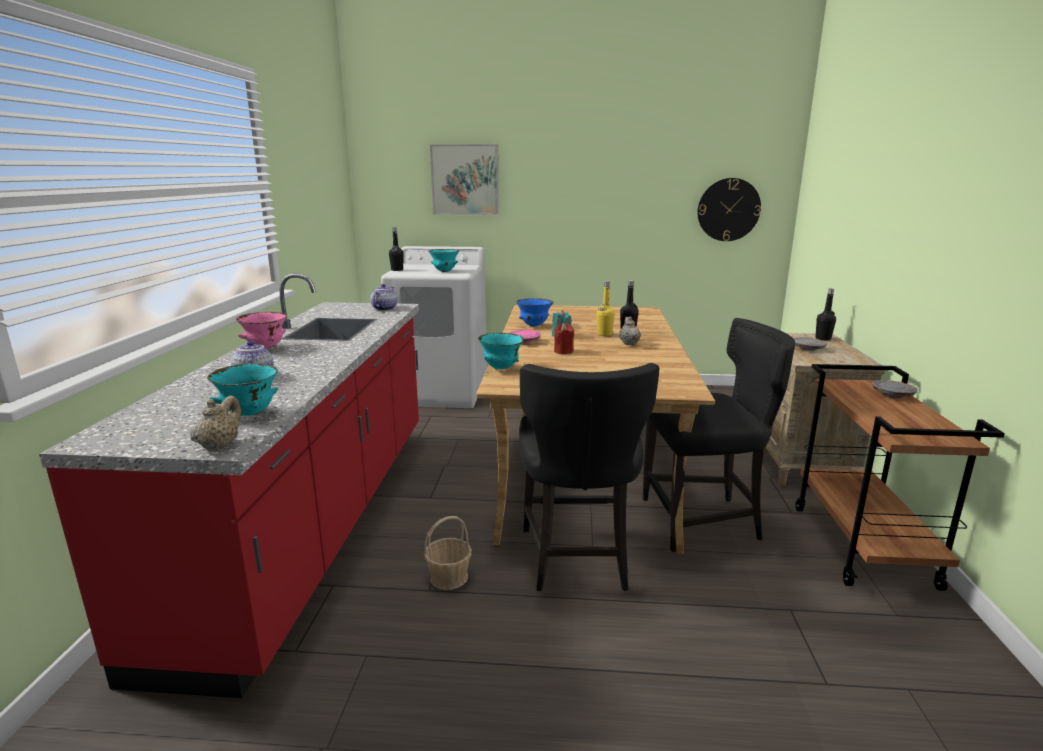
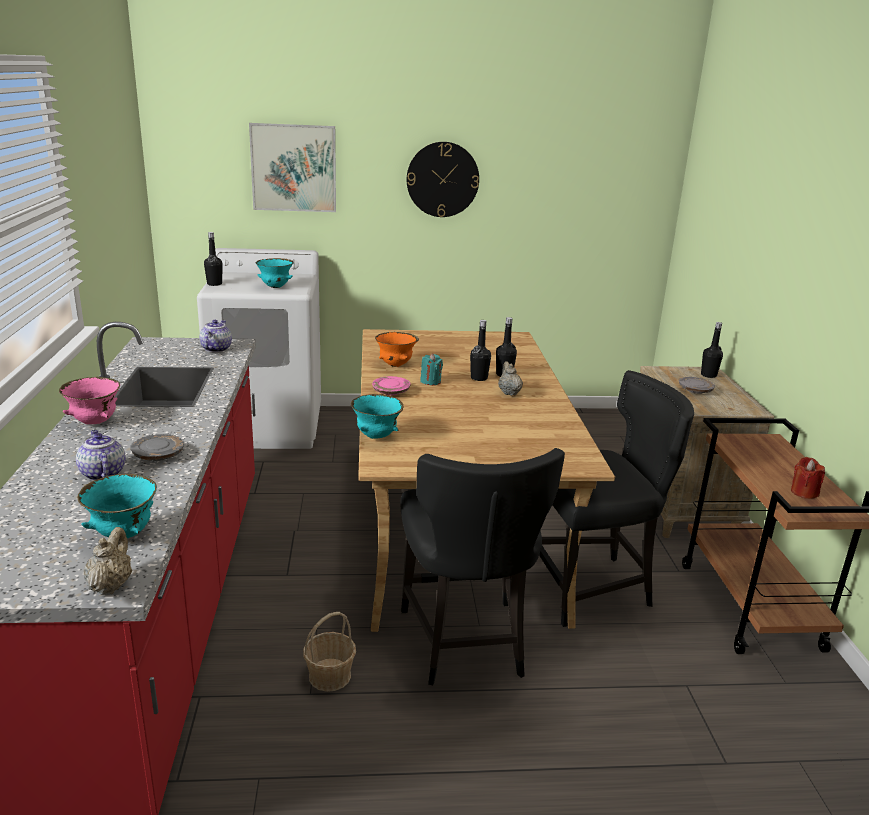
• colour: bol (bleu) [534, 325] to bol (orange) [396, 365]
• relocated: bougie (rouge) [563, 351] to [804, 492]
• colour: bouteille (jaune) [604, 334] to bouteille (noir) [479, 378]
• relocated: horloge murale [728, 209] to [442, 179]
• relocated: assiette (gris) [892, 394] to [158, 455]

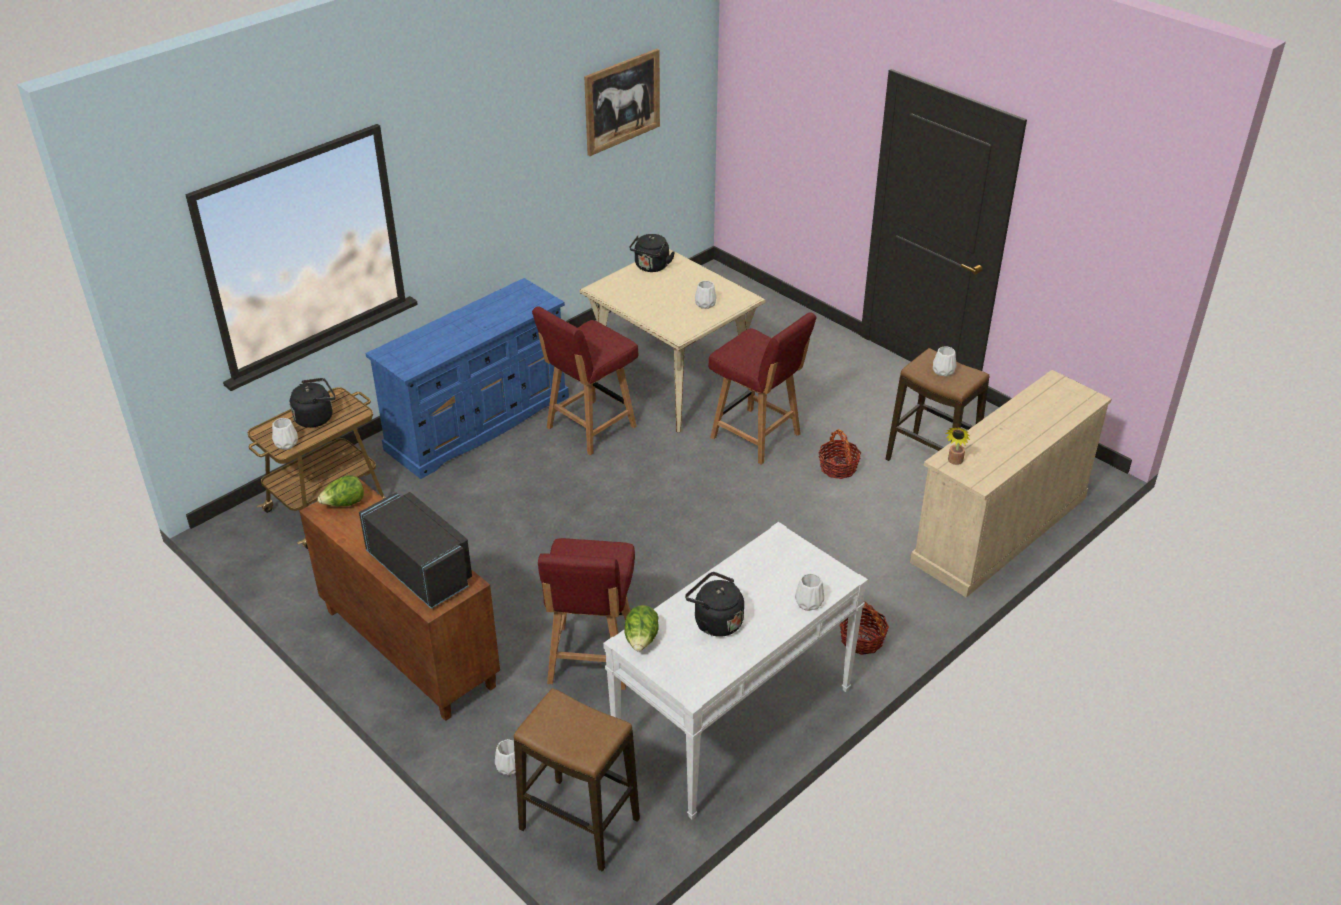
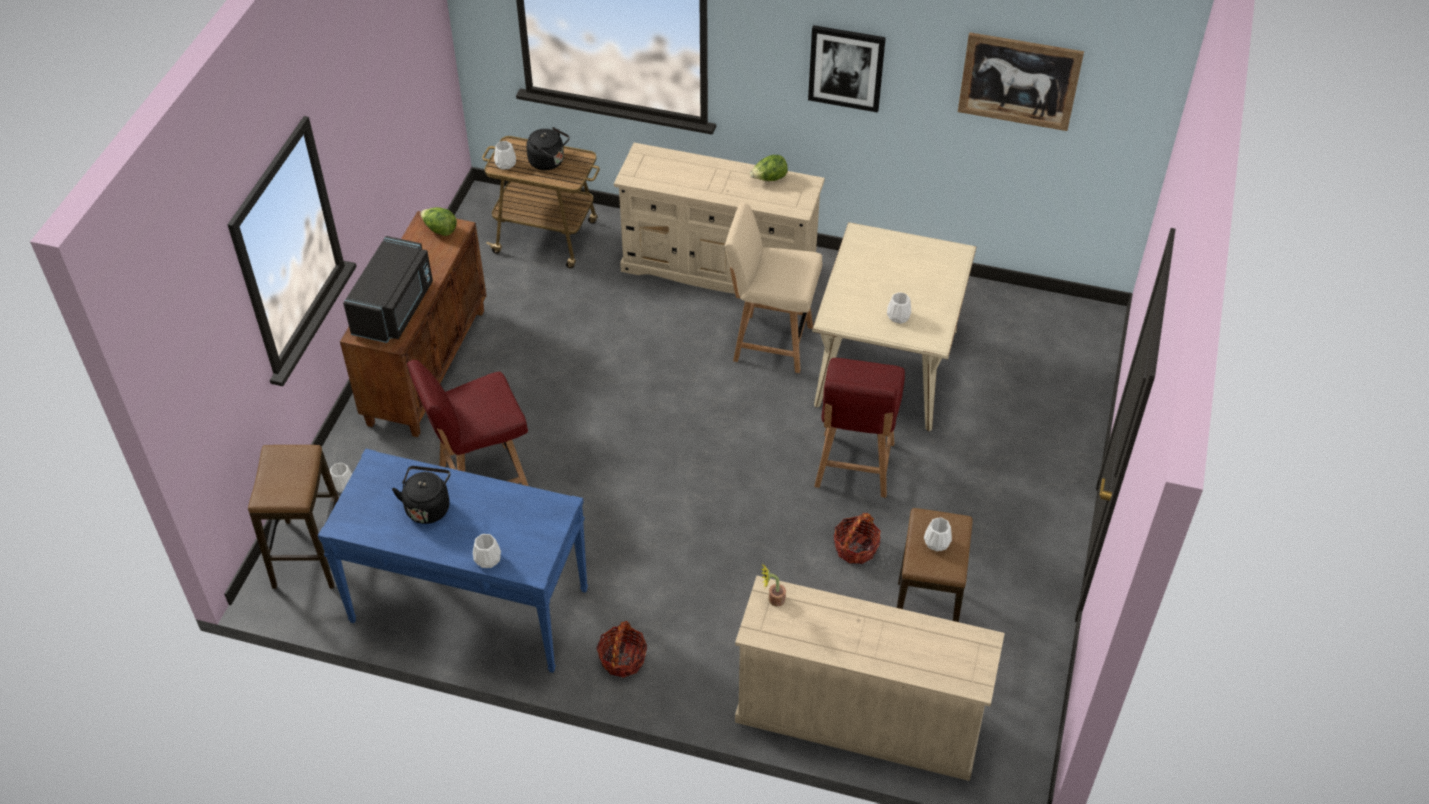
• colour: commode (bleu) [479, 422] to commode (beige) [720, 268]
• colour: chaise (rouge) [589, 428] to chaise (beige) [770, 342]
• colour: table console (blanc) [733, 721] to table console (bleu) [468, 606]
• relocated: laitue [641, 640] to [769, 179]
• missing: bouilloire (noir) [651, 267]
• appeared: tableau [846, 67]

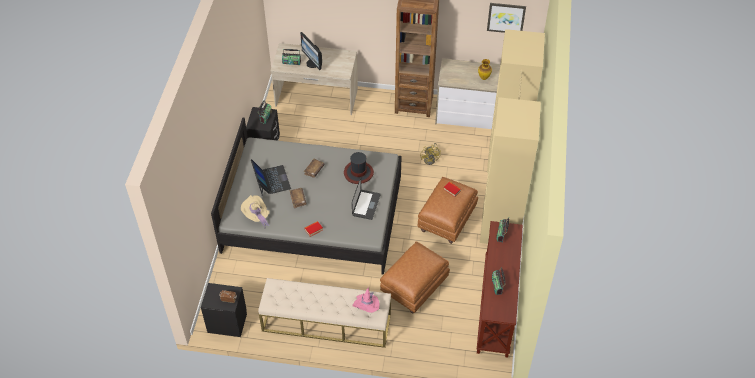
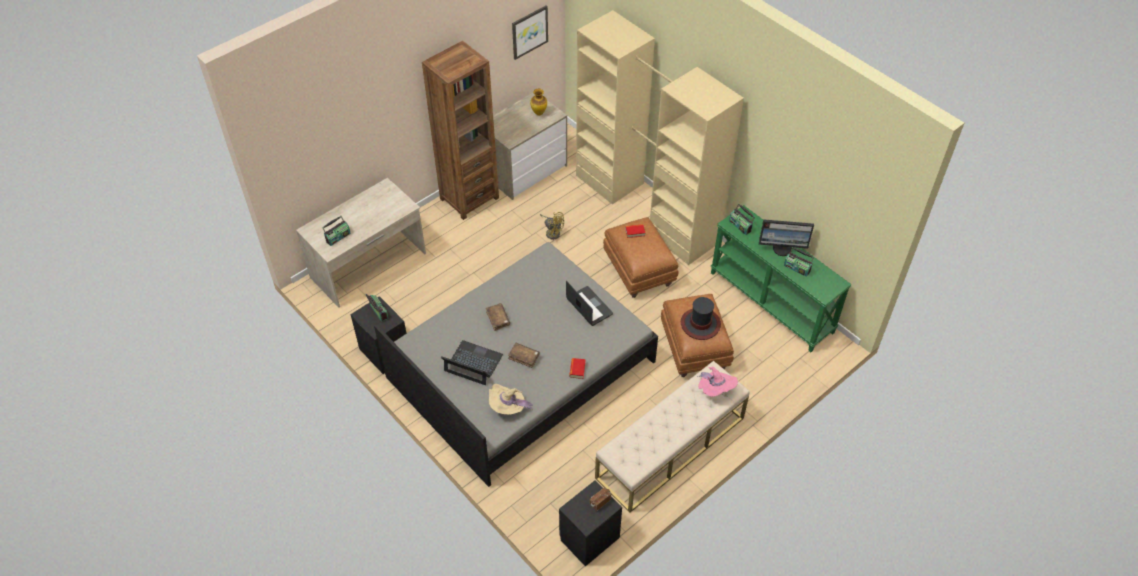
• relocated: écran d'ordinateur [313, 63] to [782, 248]
• relocated: chapeau [358, 173] to [700, 324]
• colour: table console (marron) [497, 306] to table console (vert) [772, 302]

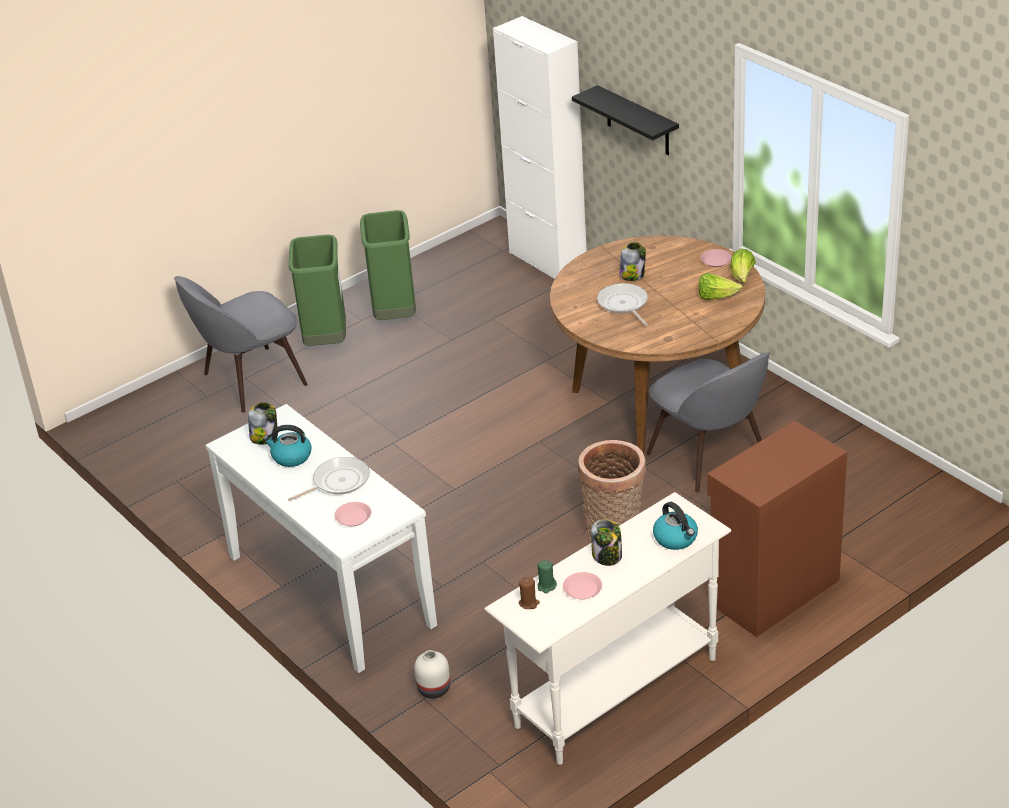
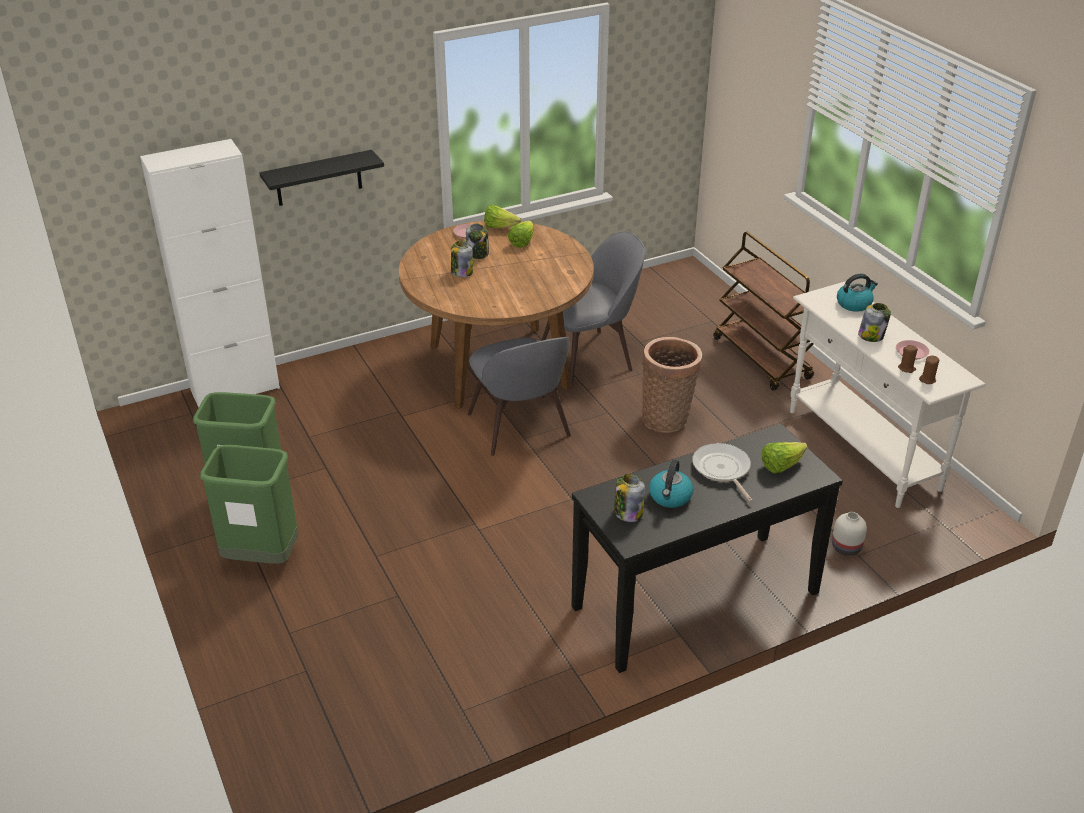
• relocated: chaise (gris) [250, 381] to [520, 427]
• colour: table console (blanc) [329, 591] to table console (noir) [696, 600]
• exchanged: assiette (rose) [353, 517] to laitue [781, 466]
• colour: bougie (vert) [546, 586] to bougie (marron) [906, 368]
• missing: poêle [623, 304]
• exchanged: meuble de rangement (marron) [772, 591] to chariot (marron) [762, 359]
• appeared: bocal [478, 253]

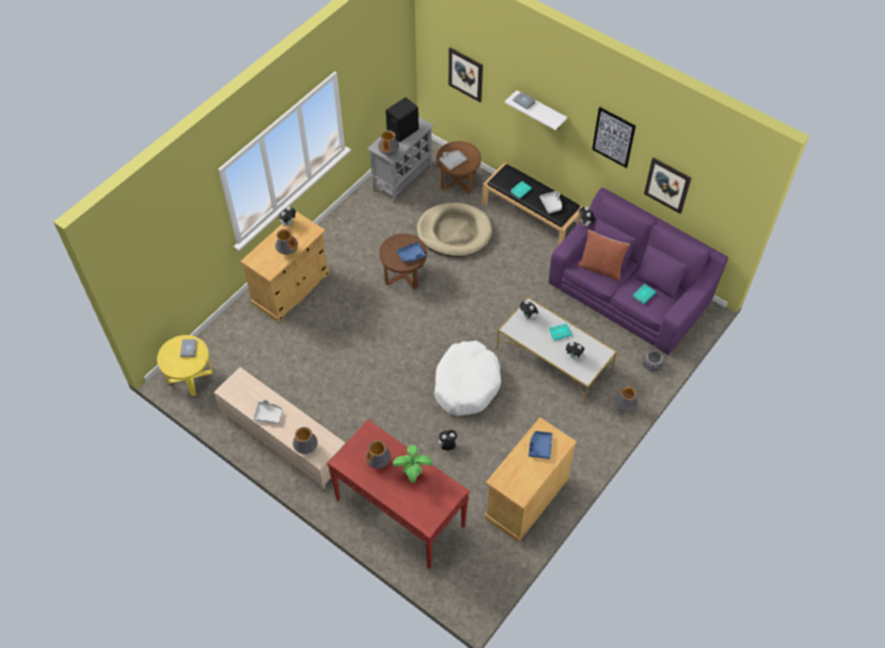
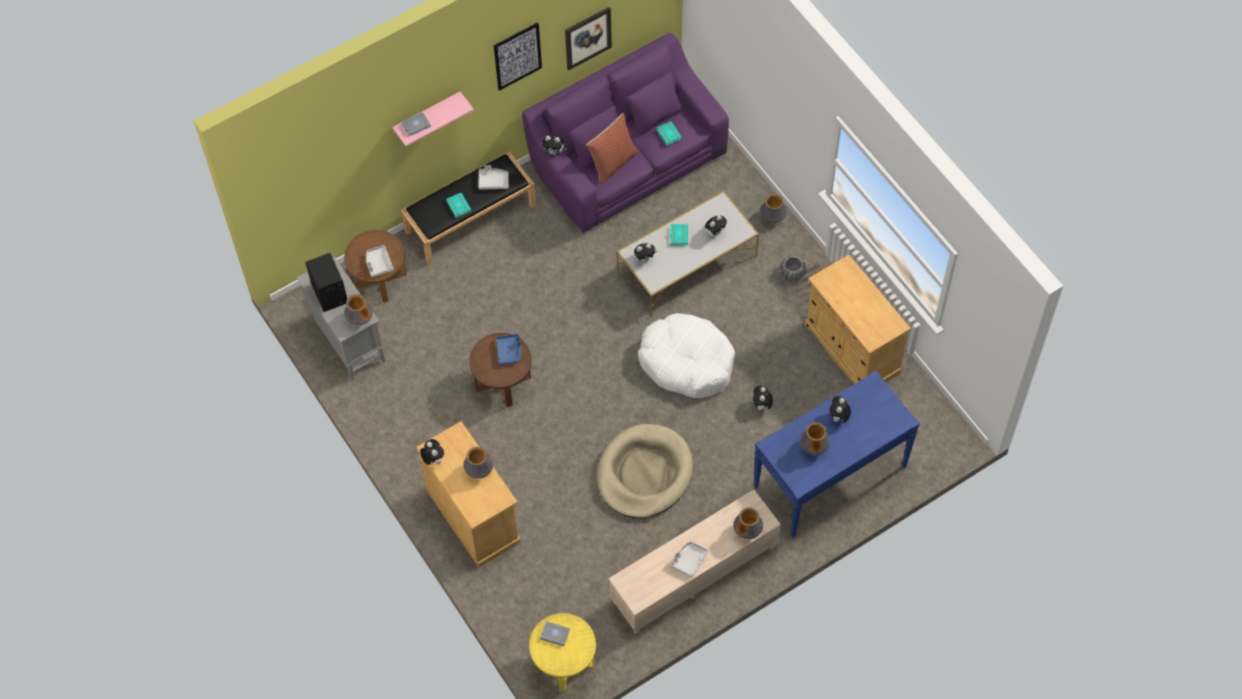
• colour: table console (rouge) [399, 513] to table console (bleu) [829, 477]
• exchanged: plante en pot [413, 473] to peluche [838, 417]
• relocated: panier pour chien (beige) [454, 232] to [644, 473]
• missing: tableau [466, 74]
• colour: étagère (blanc) [541, 110] to étagère (rose) [427, 116]
• missing: plateau (bleu) [540, 447]
• relocated: cache-pot (gris) [652, 365] to [792, 273]

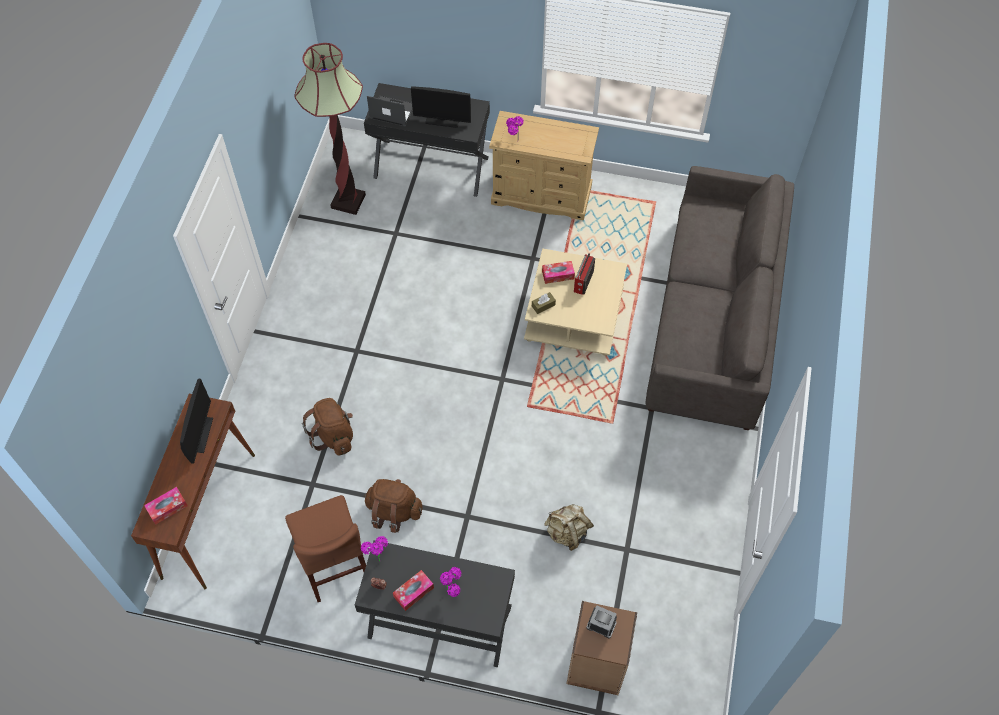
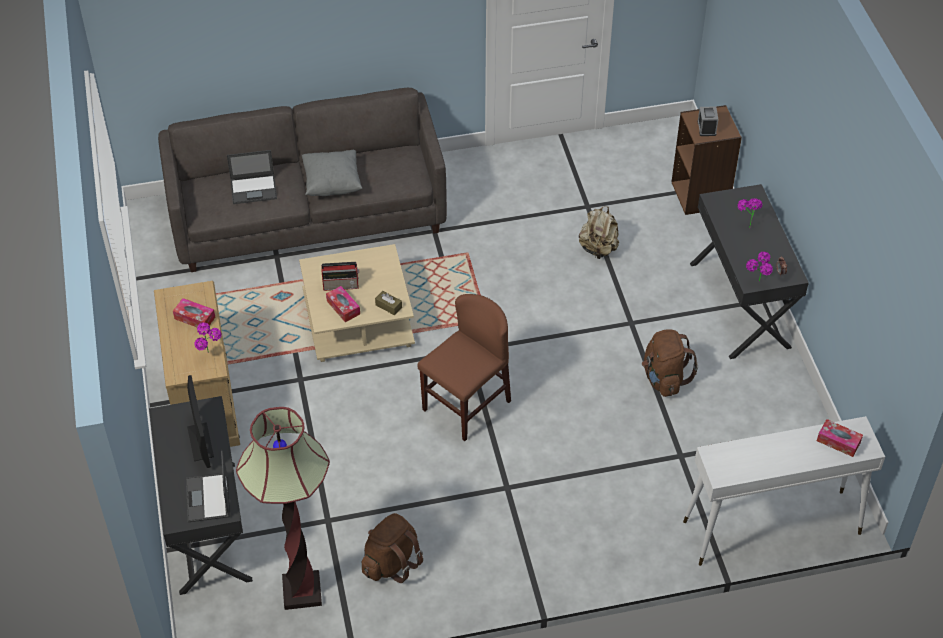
• colour: table console (marron) [209, 514] to table console (blanc) [771, 527]
• missing: écran d'ordinateur [199, 434]
• relocated: chaise (marron) [334, 563] to [466, 405]
• relocated: sac à dos (marron) [333, 435] to [391, 563]
• relocated: boîte à mouchoirs [413, 592] to [194, 318]
• appeared: ordinateur portable [254, 189]
• appeared: coussin (gris) [332, 184]

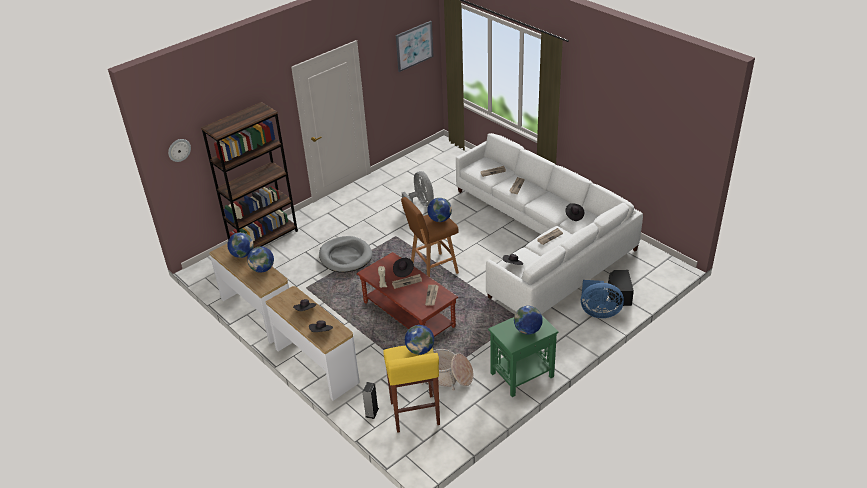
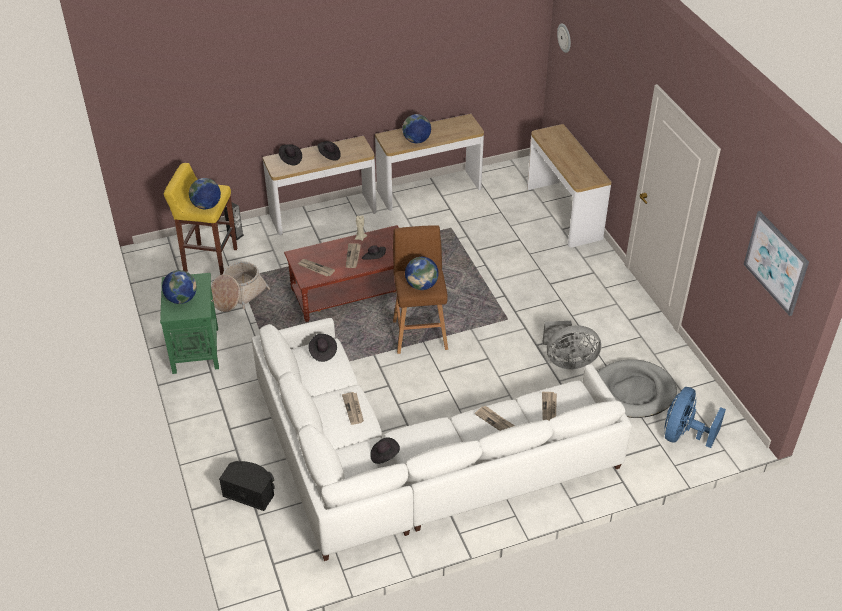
• exchanged: bibliothèque (marron) [264, 239] to table console [563, 213]
• missing: globe [242, 254]
• relocated: panier pour chien (gris) [345, 256] to [634, 391]
• relocated: ventilateur (bleu) [598, 312] to [683, 434]

